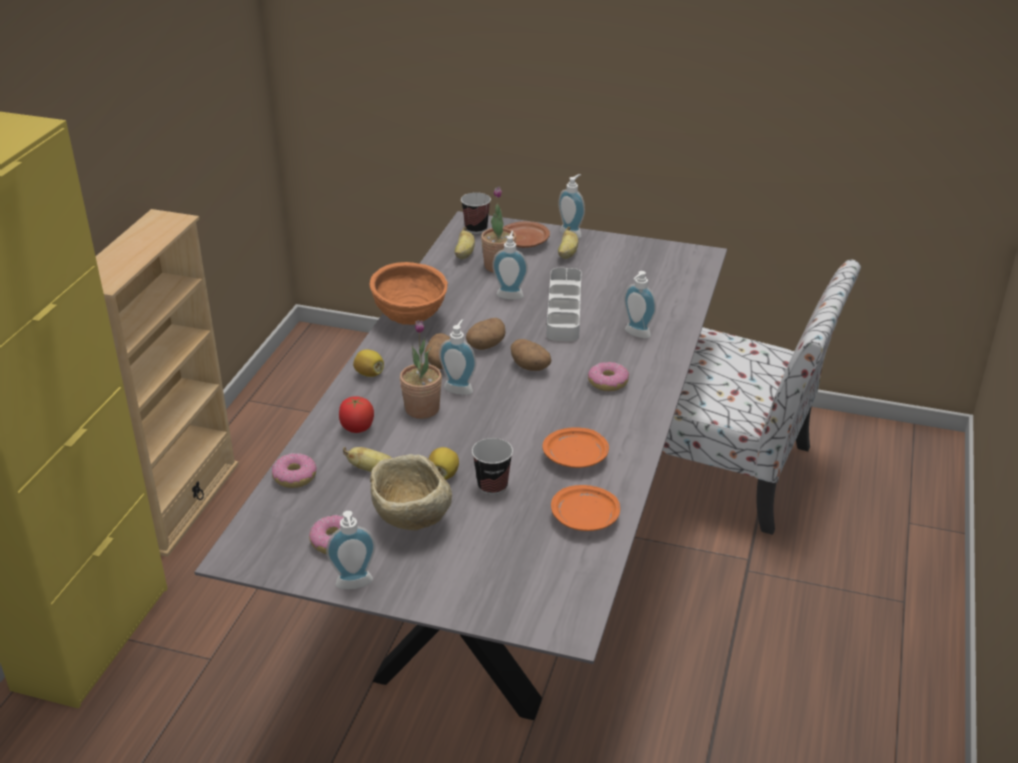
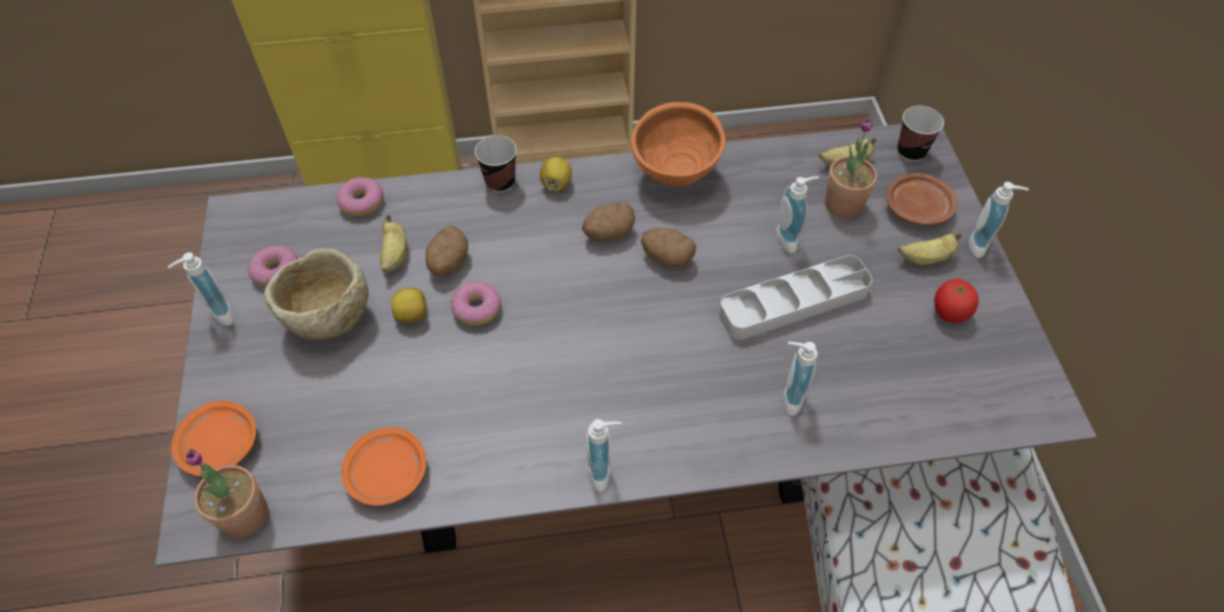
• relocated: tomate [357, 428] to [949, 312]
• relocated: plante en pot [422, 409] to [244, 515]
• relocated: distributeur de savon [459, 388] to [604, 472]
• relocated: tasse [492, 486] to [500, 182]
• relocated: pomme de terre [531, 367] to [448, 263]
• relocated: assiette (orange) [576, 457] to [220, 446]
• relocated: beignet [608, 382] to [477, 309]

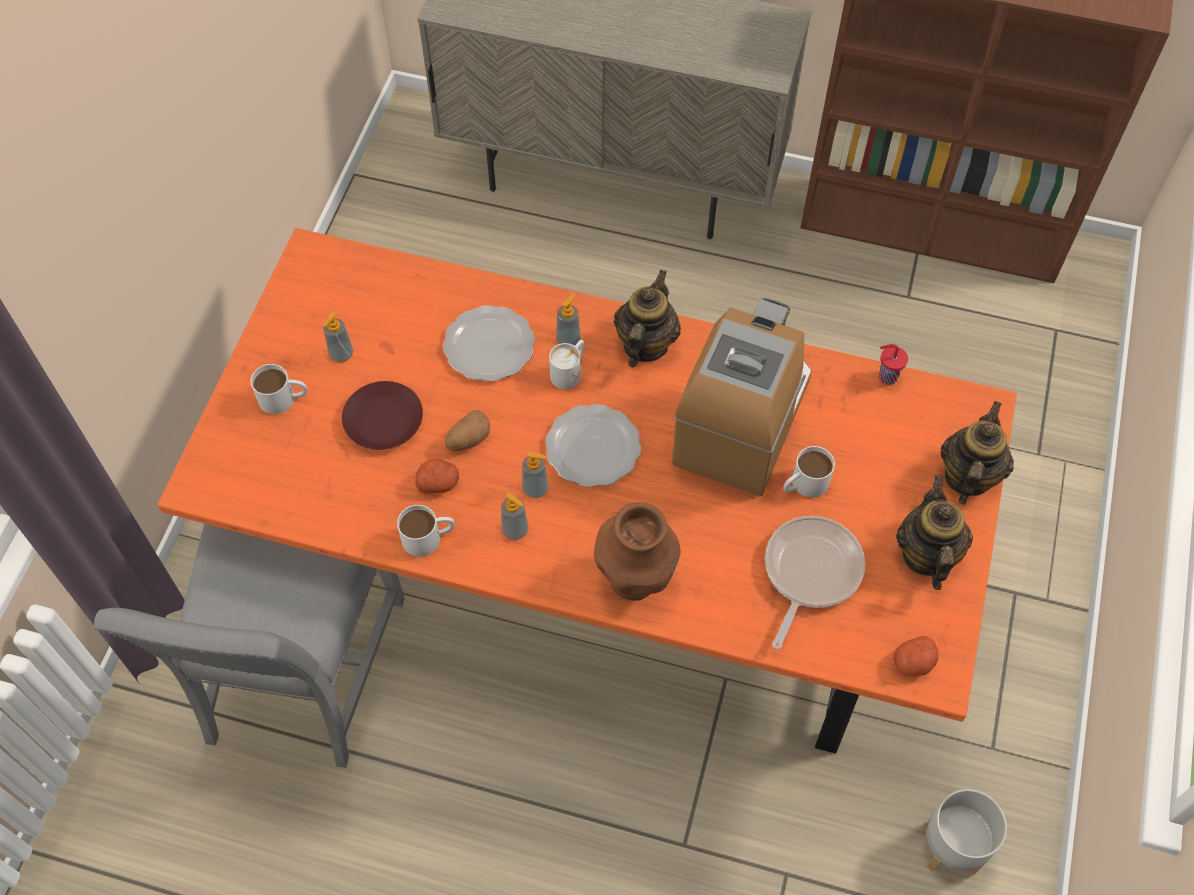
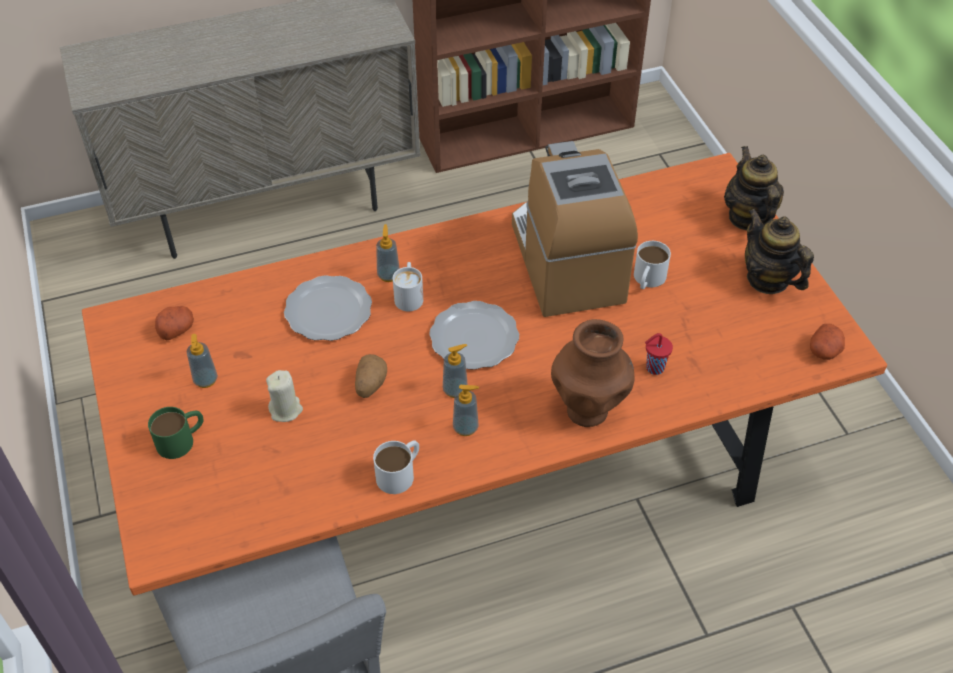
• colour: mug (blanc) [284, 398] to mug (vert) [182, 439]
• exchanged: assiette (marron) [383, 421] to bougie (beige) [286, 410]
• relocated: pomme de terre [438, 482] to [176, 329]
• missing: théière [645, 344]
• missing: poêle [809, 572]
• relocated: tasse (rouge) [886, 376] to [653, 368]
• missing: cache-pot (gris) [951, 849]

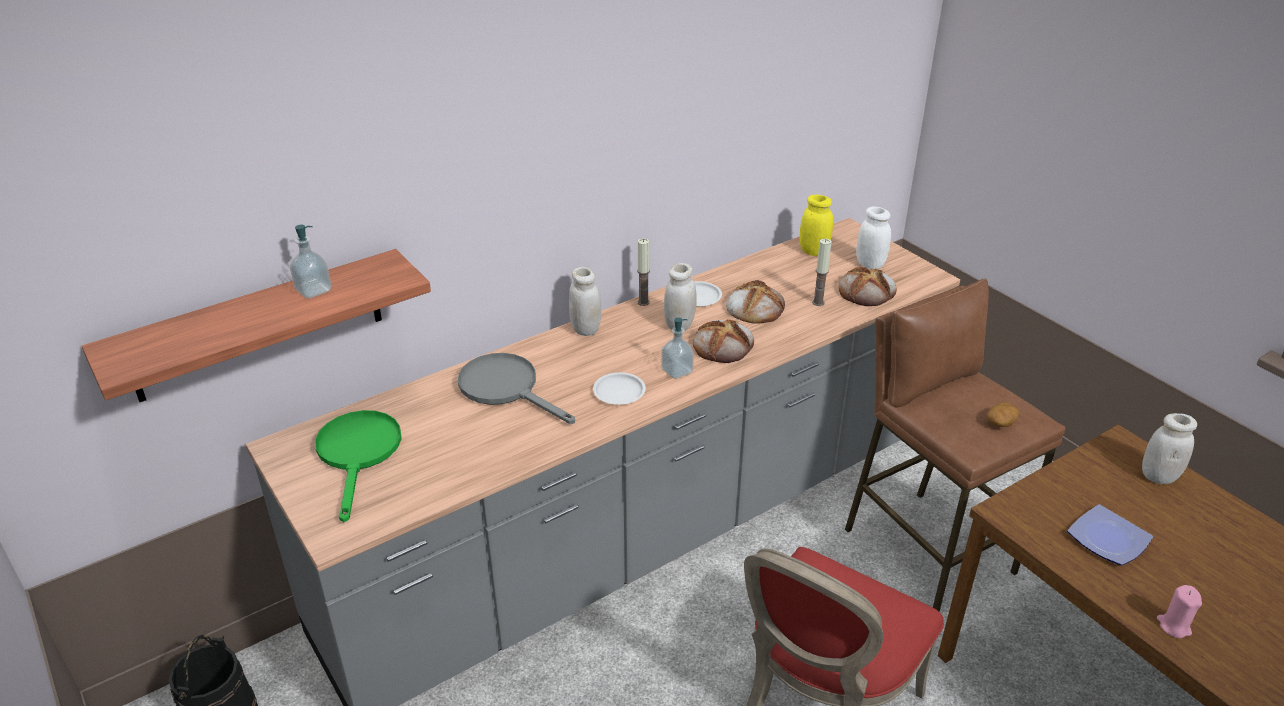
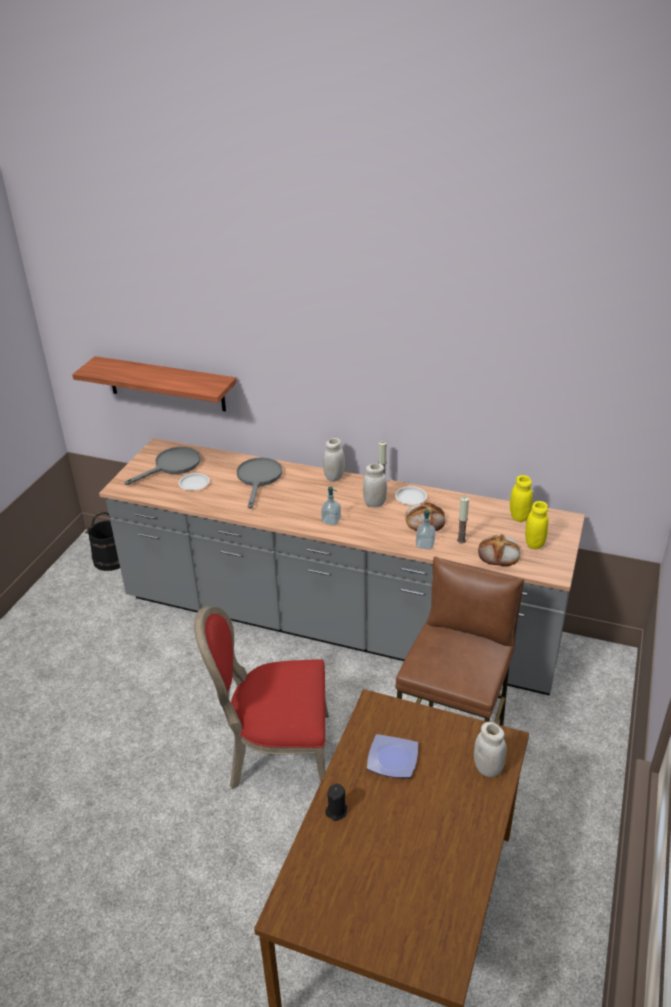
• relocated: distributeur de savon [313, 290] to [425, 544]
• colour: poêle (vert) [359, 454] to poêle (gris) [172, 466]
• relocated: assiette (blanc) [619, 392] to [194, 484]
• missing: pain [723, 345]
• colour: bocal (blanc) [870, 264] to bocal (jaune) [534, 544]
• missing: pomme de terre [1000, 423]
• colour: bougie (rose) [1173, 626] to bougie (noir) [336, 811]

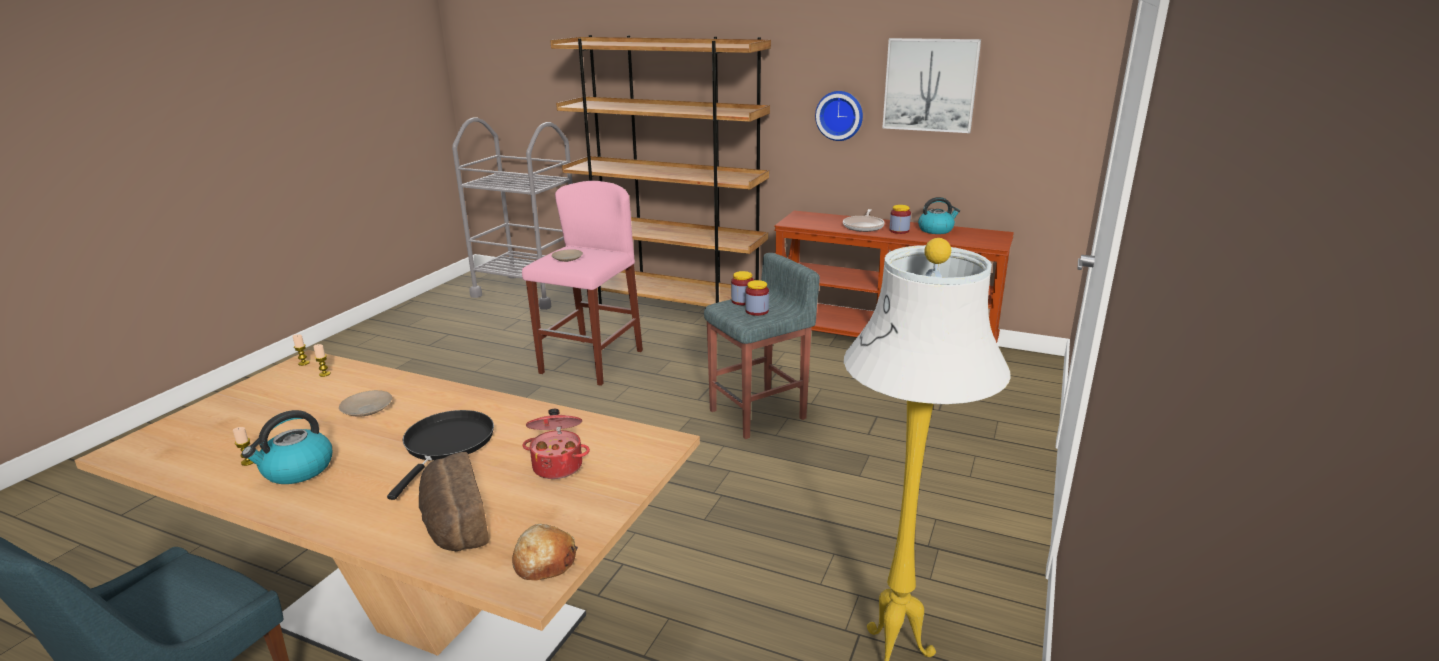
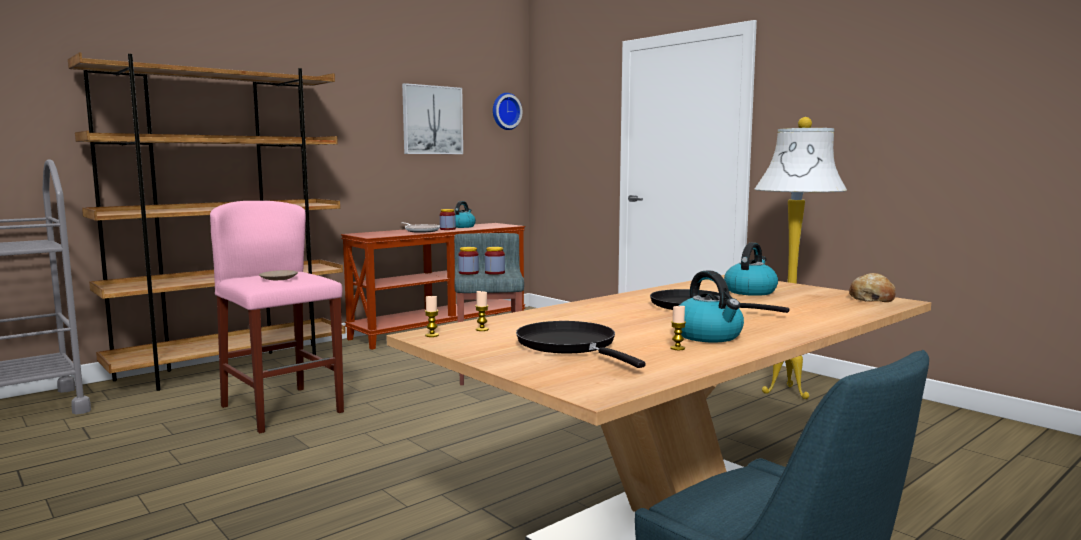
• missing: assiette (beige) [367, 409]
• missing: pain [453, 523]
• exchanged: marmite [558, 466] to bouilloire [750, 291]
• relocated: horloge murale [839, 115] to [505, 111]
• appeared: poêle (noir) [570, 345]

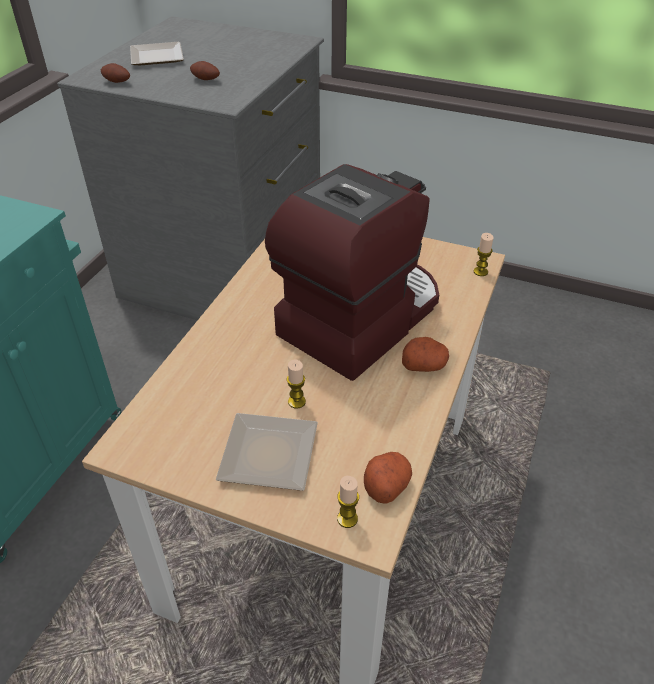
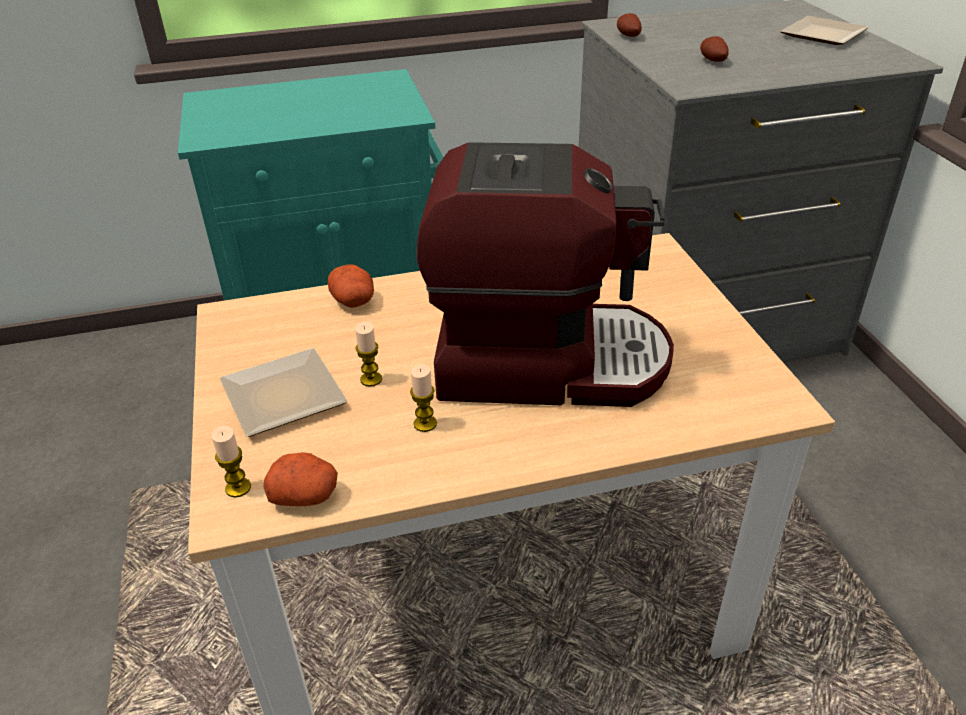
• relocated: assiette [155, 58] to [819, 35]
• relocated: pomme de terre [424, 365] to [354, 301]
• relocated: bougie [480, 272] to [425, 424]

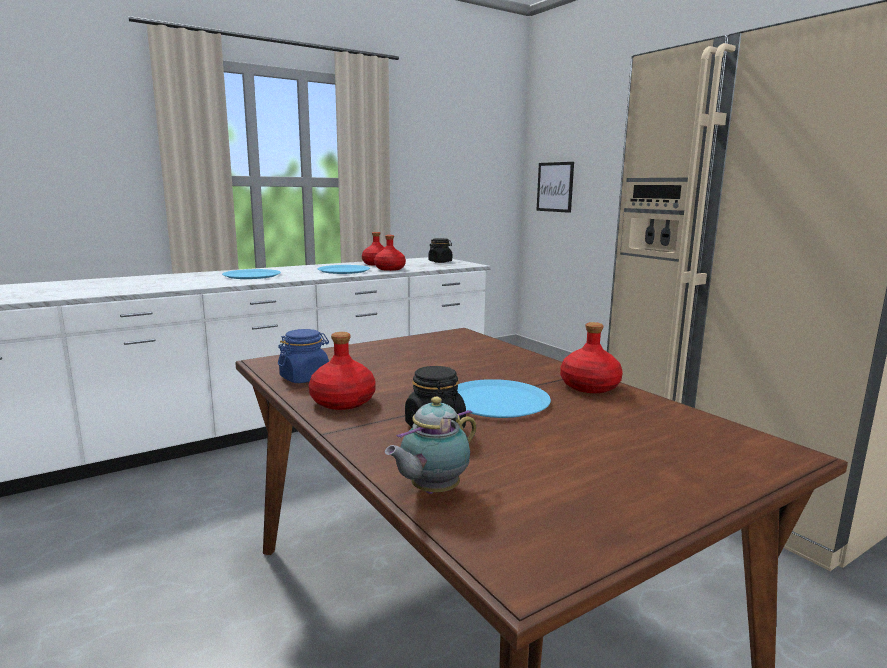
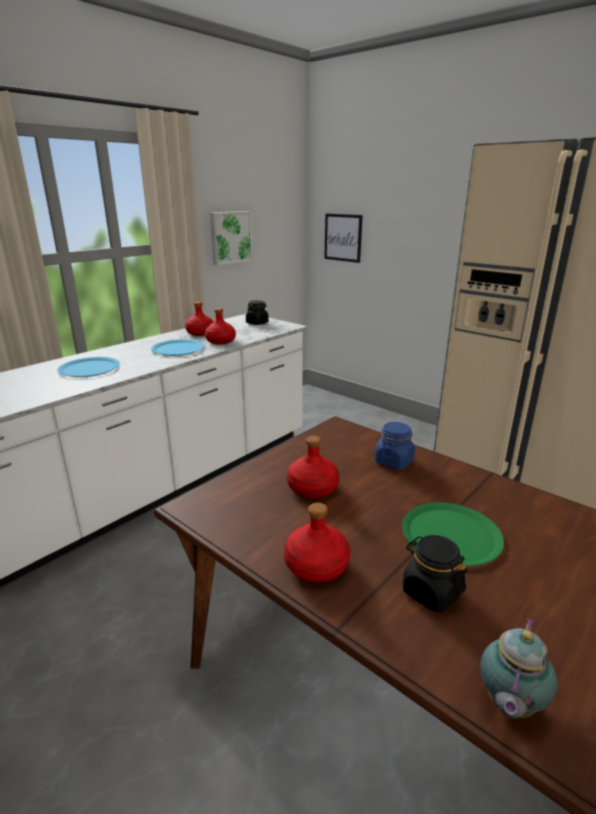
• relocated: bocal (bleu) [305, 378] to [394, 461]
• colour: assiette (bleu) [497, 401] to assiette (vert) [451, 535]
• relocated: bouteille (rouge) [590, 386] to [313, 488]
• appeared: tableau [230, 237]

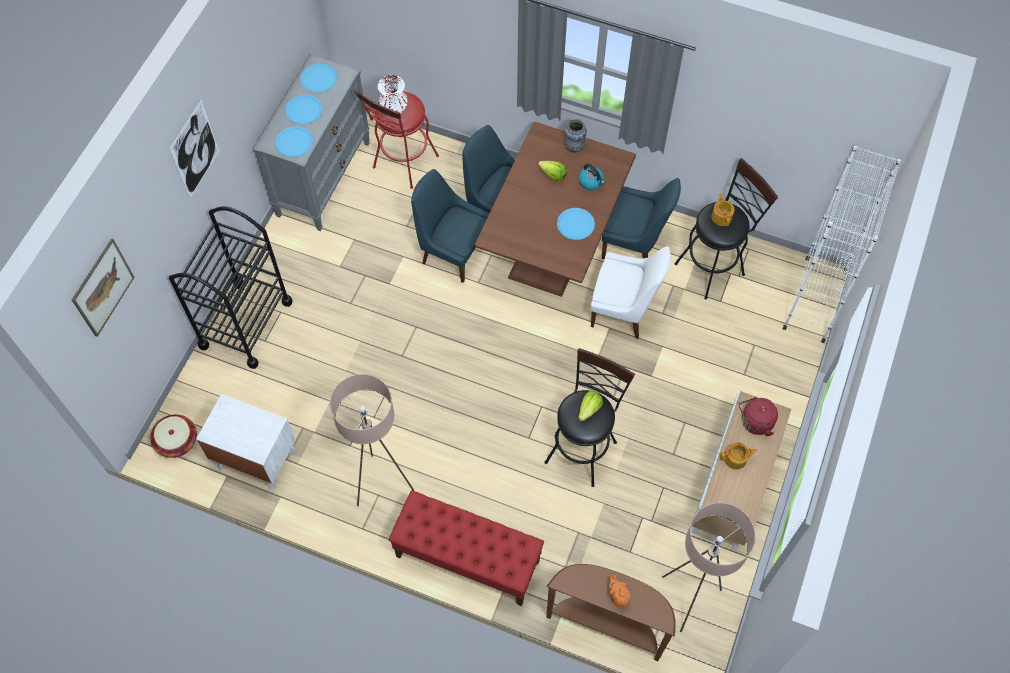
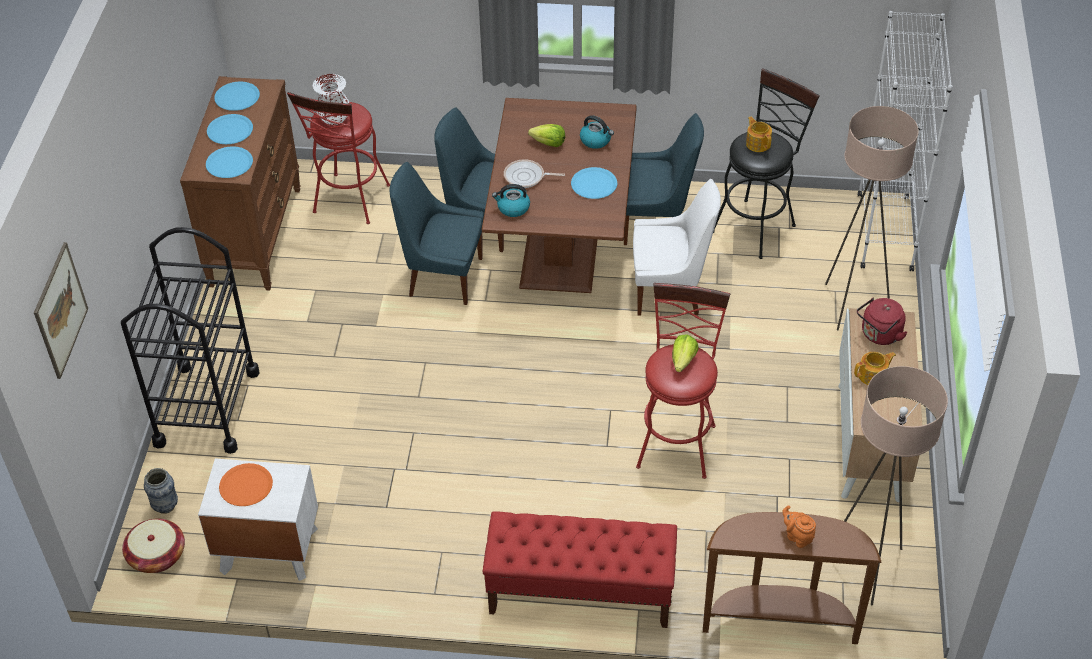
• missing: tableau [195, 150]
• colour: commode (gris) [323, 178] to commode (marron) [255, 236]
• relocated: lampadaire (beige) [381, 483] to [851, 305]
• colour: tabouret (noir) [583, 447] to tabouret (rouge) [677, 440]
• relocated: vase [574, 147] to [165, 506]
• appeared: assiette (orange) [246, 485]
• appeared: bouilloire [513, 208]
• appeared: poêle [526, 177]

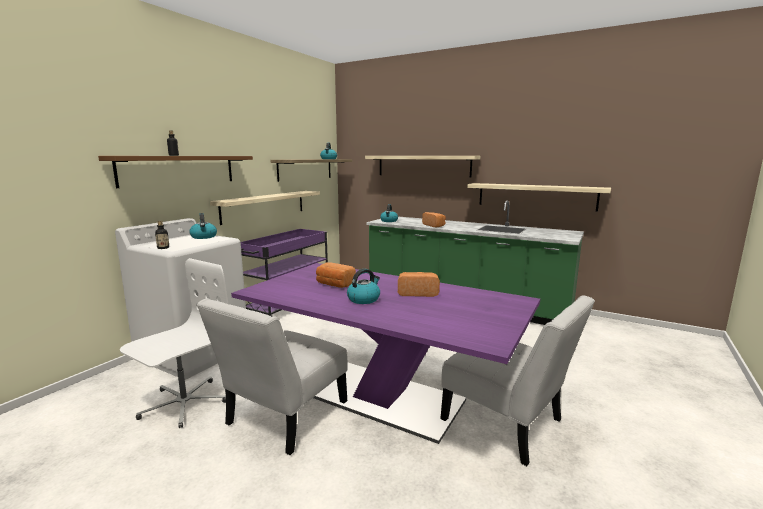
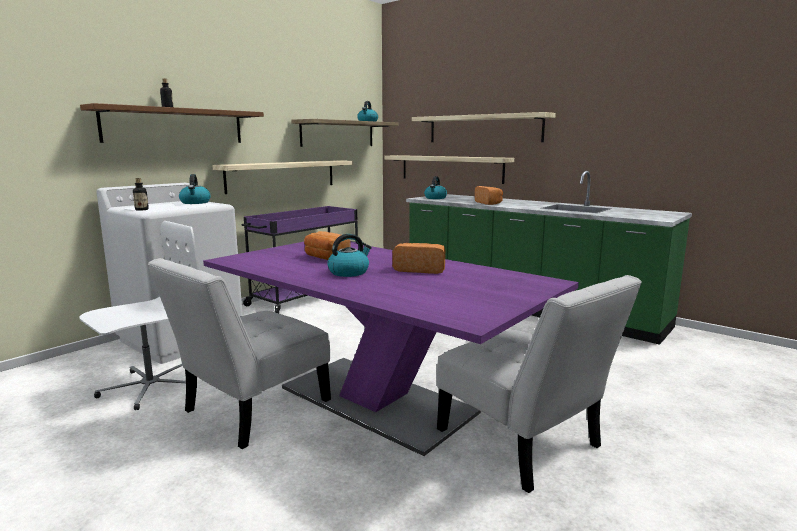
• relocated: étagère [535, 196] to [450, 168]

